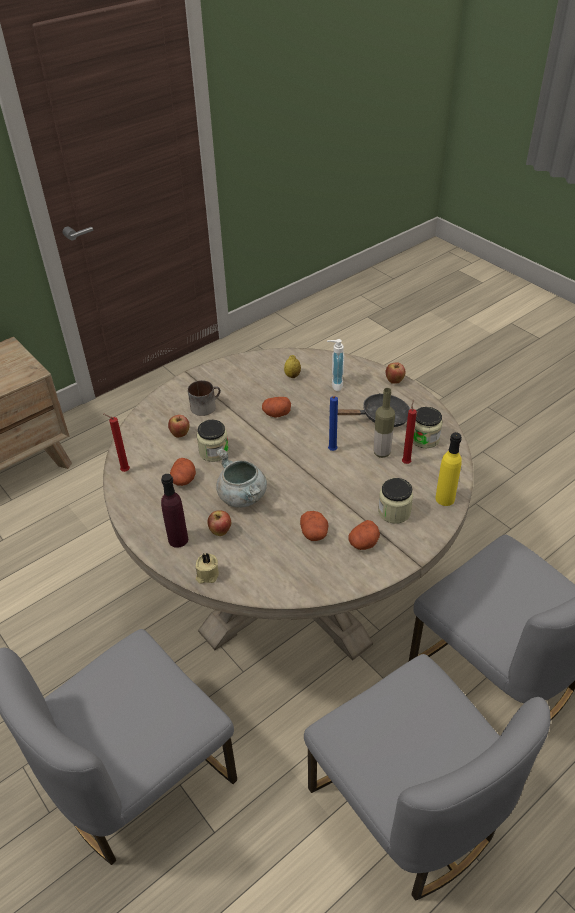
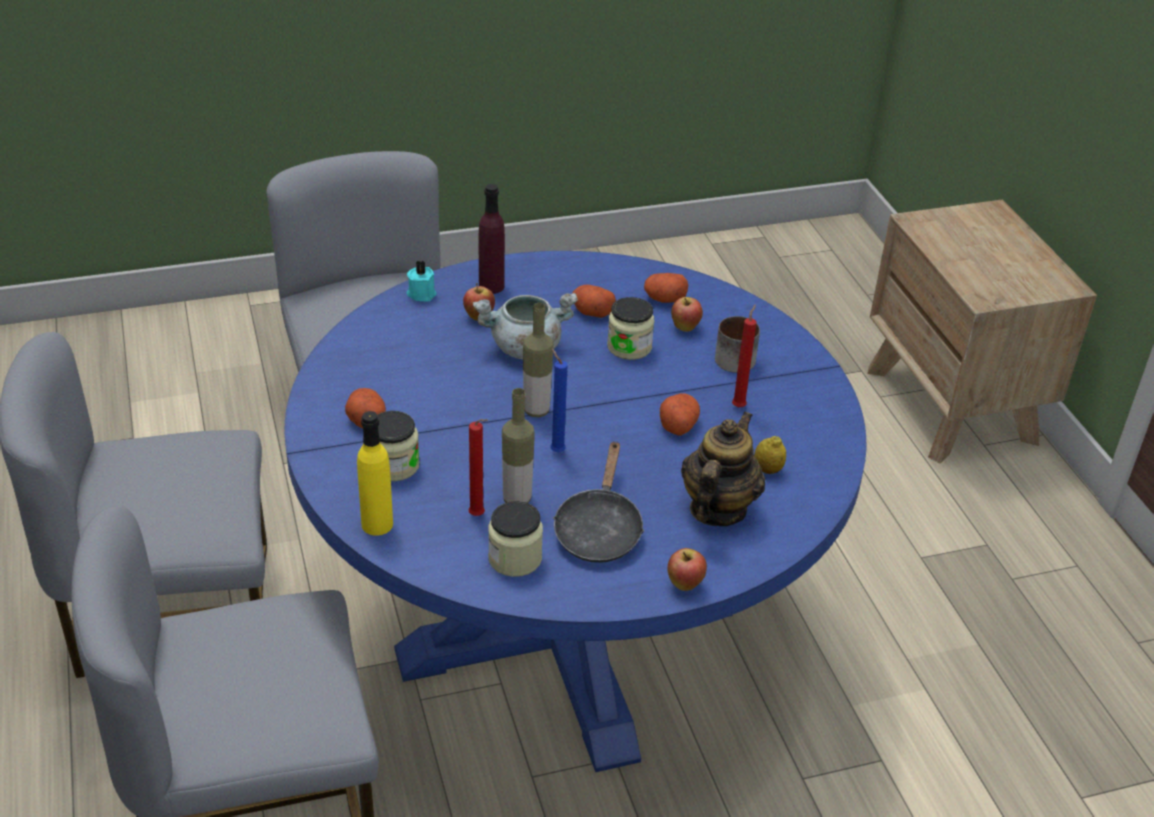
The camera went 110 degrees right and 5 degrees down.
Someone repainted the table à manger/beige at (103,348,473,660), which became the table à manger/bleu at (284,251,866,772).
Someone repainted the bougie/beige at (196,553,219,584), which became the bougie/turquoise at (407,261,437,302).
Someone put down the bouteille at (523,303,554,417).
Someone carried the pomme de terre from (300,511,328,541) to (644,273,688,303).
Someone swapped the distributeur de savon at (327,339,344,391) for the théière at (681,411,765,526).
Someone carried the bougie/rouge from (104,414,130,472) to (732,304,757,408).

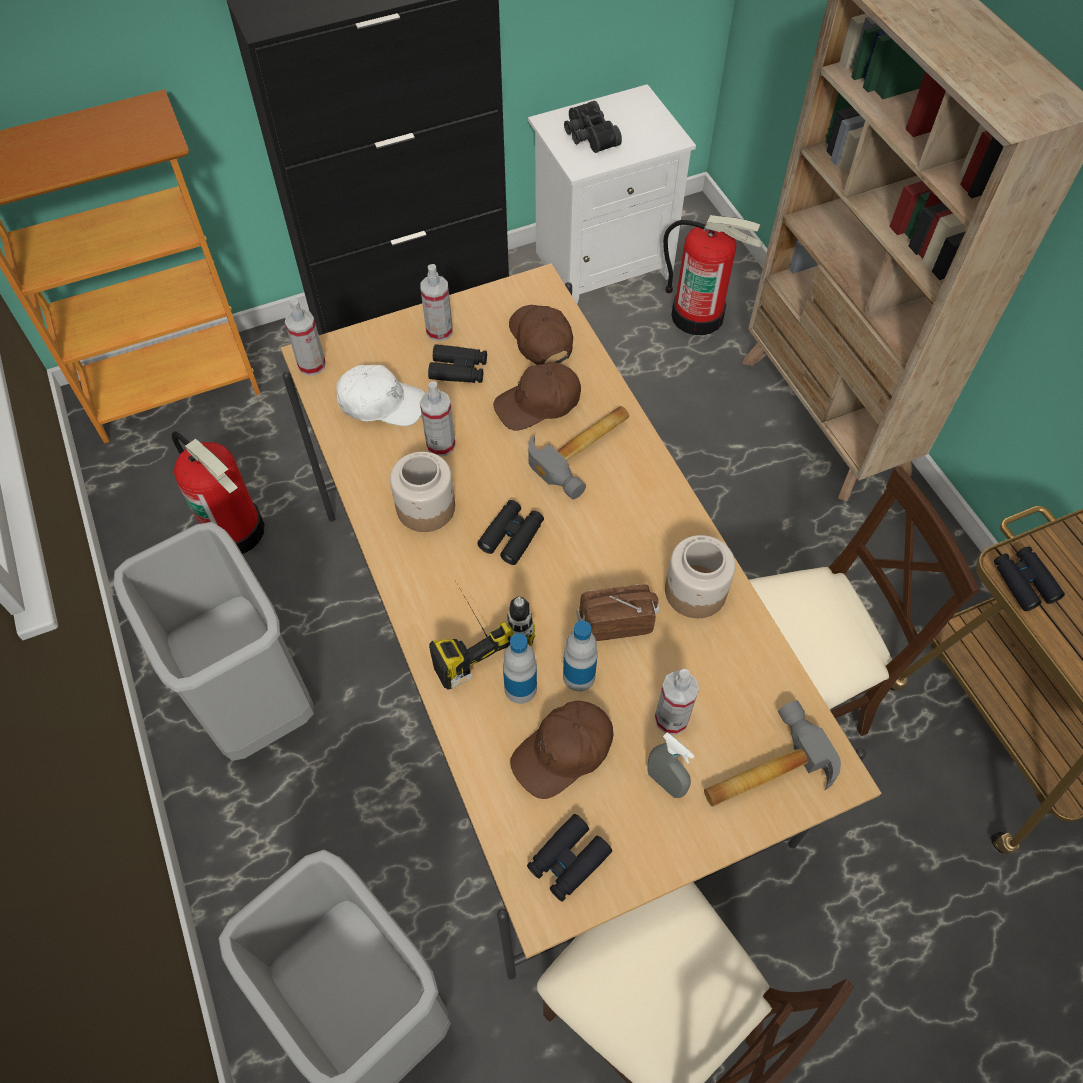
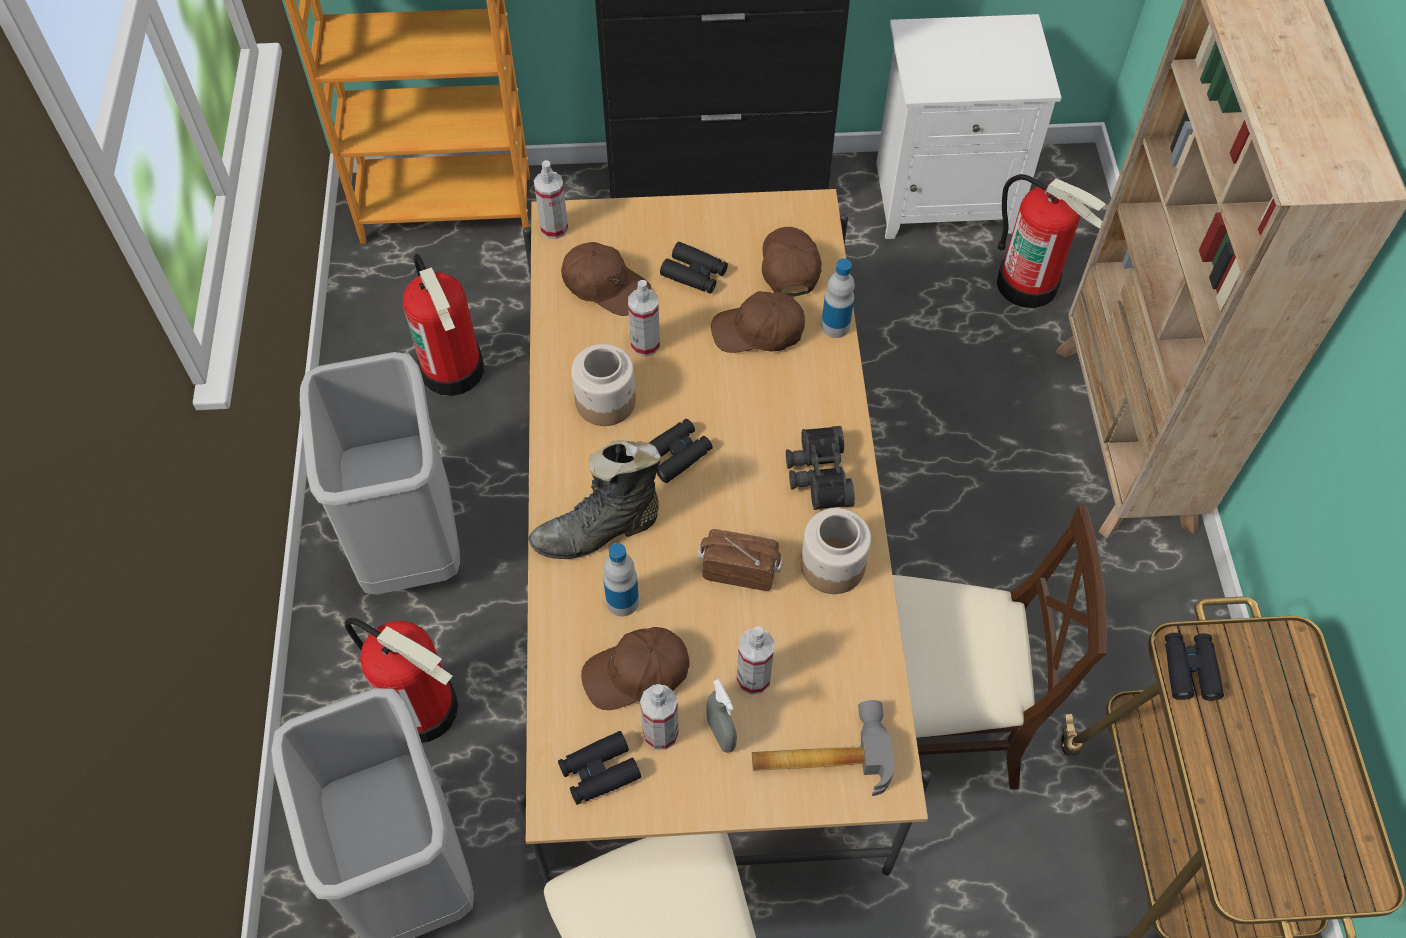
The camera went 20 degrees right and 0 degrees up.
Someone put down the extincteur at (344,618,458,743).
Someone swapped the perceuse at (429,582,535,690) for the botte/noir at (528,440,661,559).
Someone repainted the casquette/blanc at (336,365,426,426), which became the casquette/marron at (561,242,651,316).
Someone carried the vaporisateur from (420,264,453,341) to (640,684,679,750).
Someone carried the jumelles/noir from (564,101,622,153) to (786,426,855,510).
Someone carried the bouteille from (563,621,598,692) to (821,259,855,338).
Someone took away the marteau at (528,406,629,499).

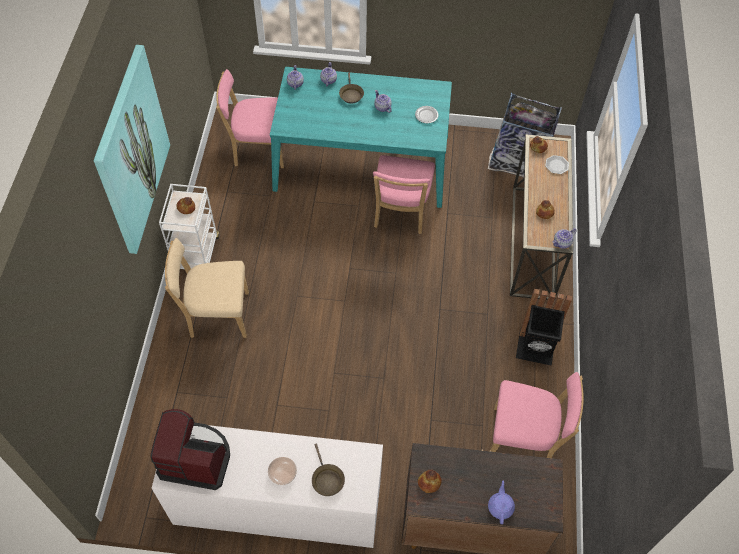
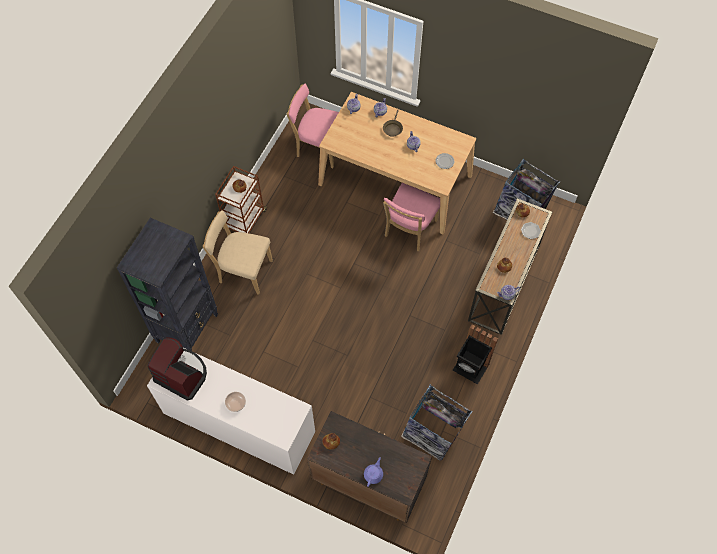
The camera went 20 degrees right and 5 degrees up.
Someone put down the bibliothèque/noir at (117,218,218,351).
Someone repainted the chariot/blanc at (159,184,220,269), which became the chariot/marron at (215,166,267,233).
Someone repainted the table à manger/turquoise at (270,67,452,208), which became the table à manger/beige at (318,92,476,235).
Someone swapped the chaise/rose at (490,372,584,458) for the poubelle at (401,384,472,461).
Someone took away the tableau at (93,45,170,254).
Someone took away the poêle/marron at (312,444,345,496).

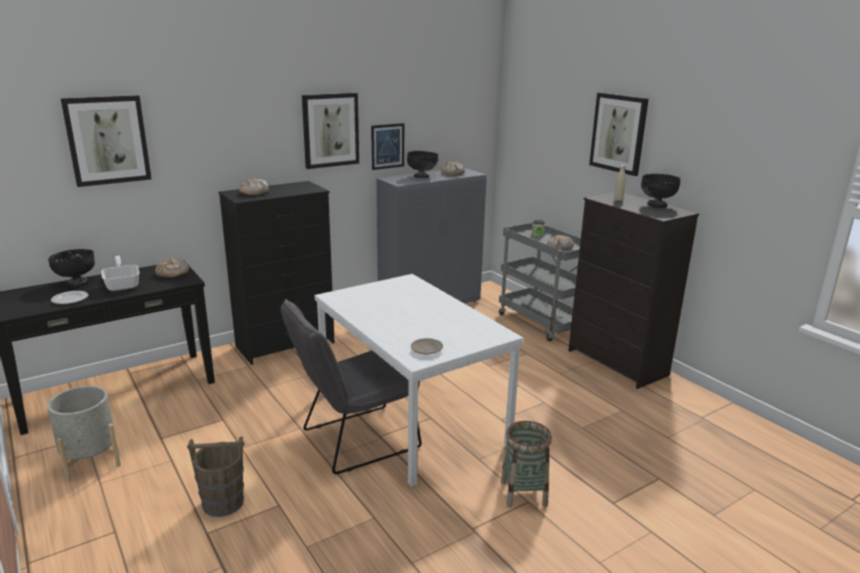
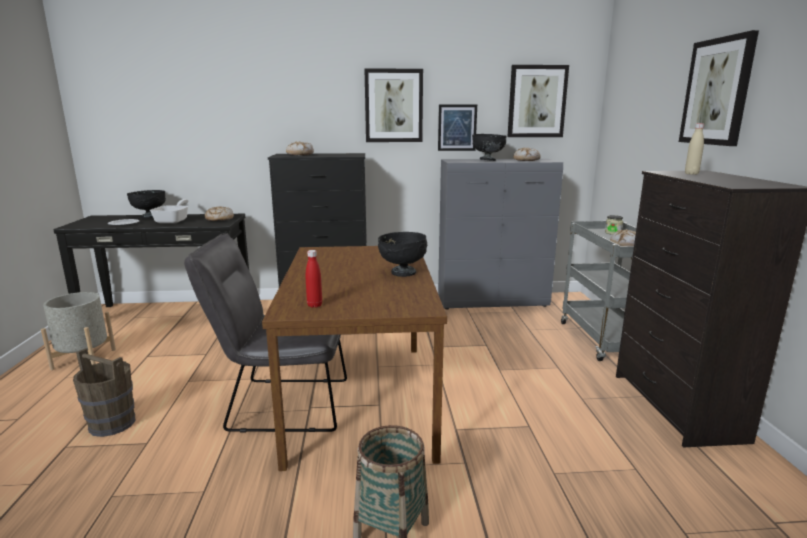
The camera went 30 degrees right and 5 degrees down.
Someone repainted the table à manger/blanc at (315,274,523,487), which became the table à manger/marron at (262,246,447,471).
Someone swapped the assiette/beige at (411,338,443,354) for the bouteille/rouge at (306,250,322,308).
Someone carried the bol/noir from (641,174,680,208) to (378,232,427,277).
Someone carried the tableau from (61,95,151,187) to (507,65,569,137).

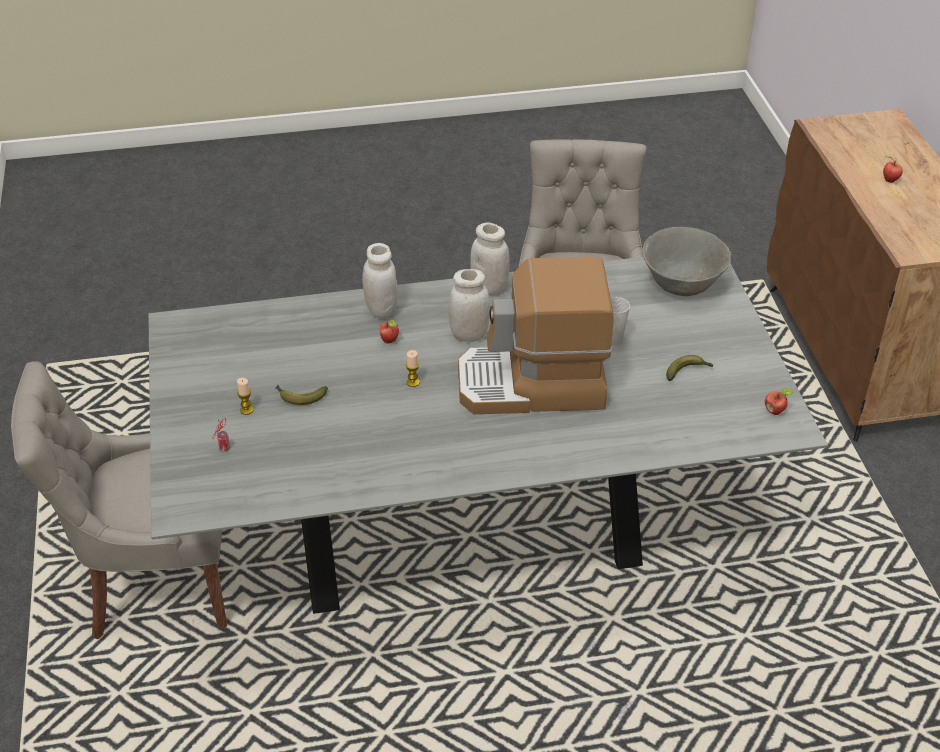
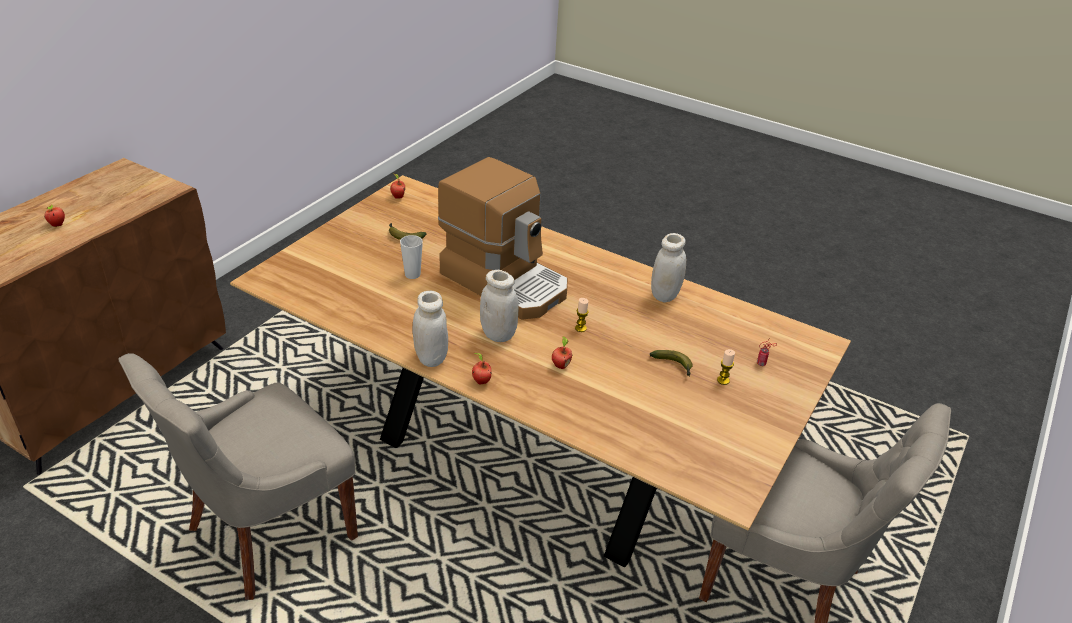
The camera went 140 degrees left and 5 degrees down.
Someone repainted the table à manger/gris at (148,257,828,614), which became the table à manger/marron at (230,175,851,567).
Someone put down the pomme at (472,353,492,384).
Someone carried the bocal/blanc from (363,243,398,319) to (651,233,686,303).
Someone took away the bol/gris at (642,227,731,296).

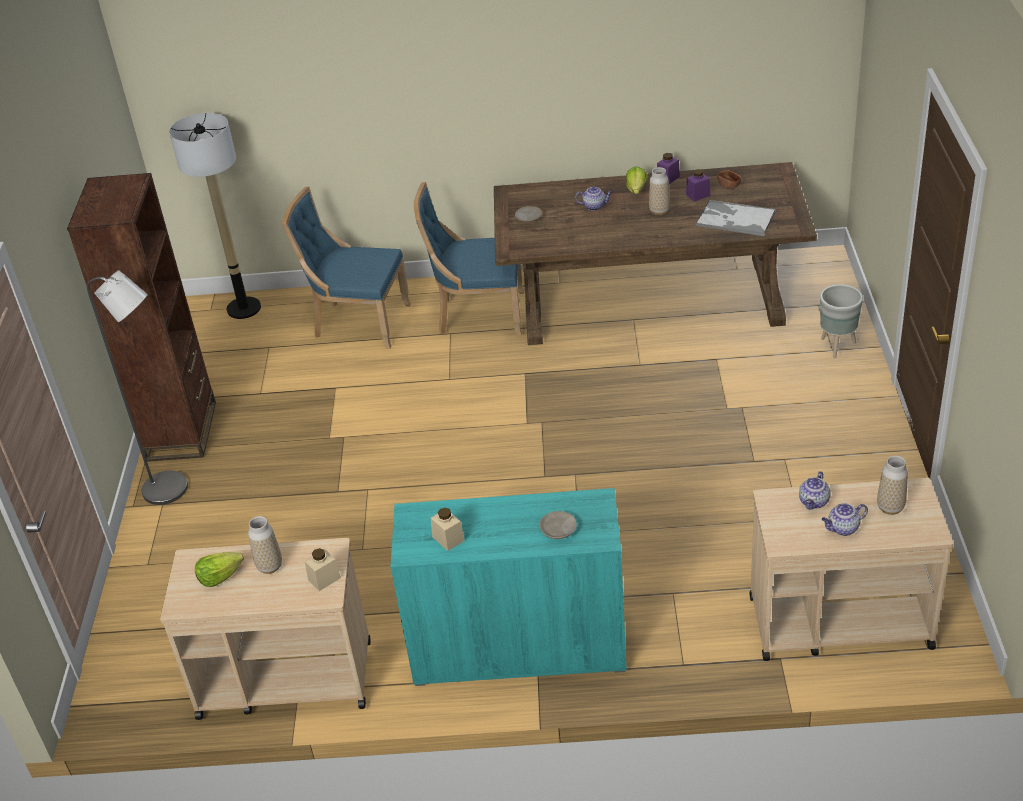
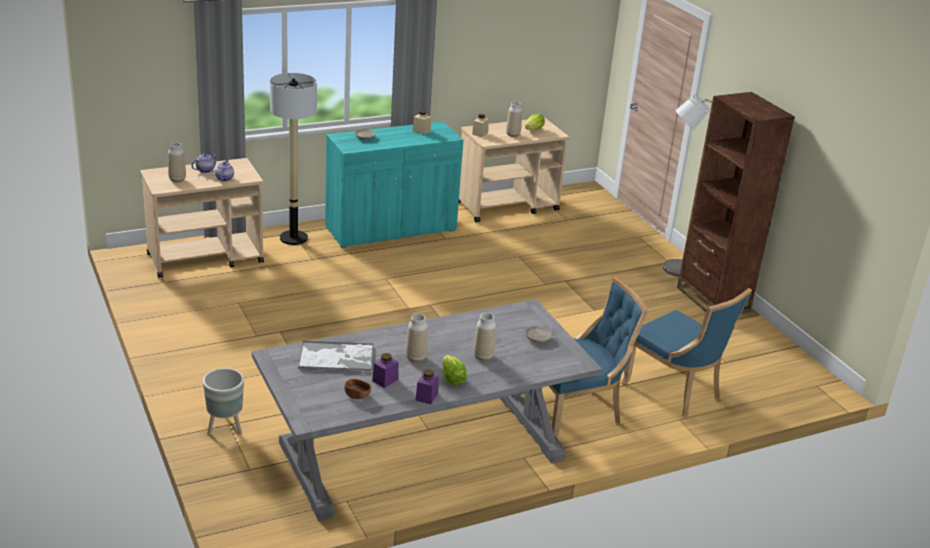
The camera went 150 degrees right and 10 degrees down.
Someone repainted the table à manger/marron at (494,162,817,345), which became the table à manger/gris at (252,299,602,521).
Someone carried the lampadaire from (169,113,261,319) to (270,73,317,245).
Someone swapped the théière at (575,187,613,211) for the vase at (473,313,496,361).
Someone rotated the chaise/bleu at (282,187,411,349) by 60 degrees clockwise.

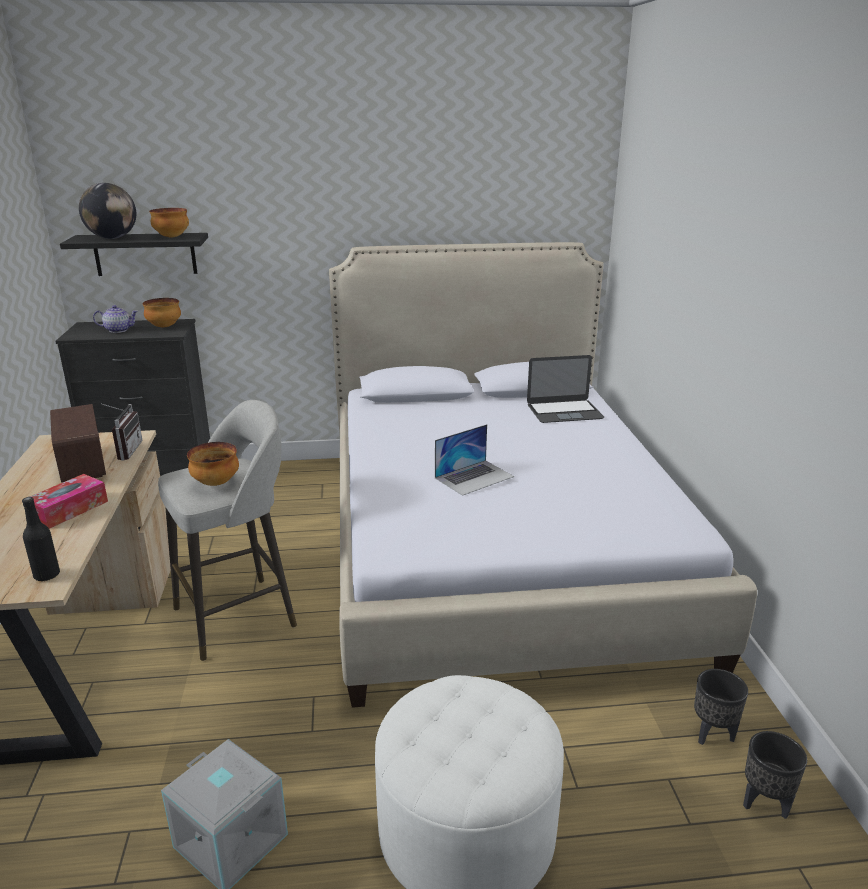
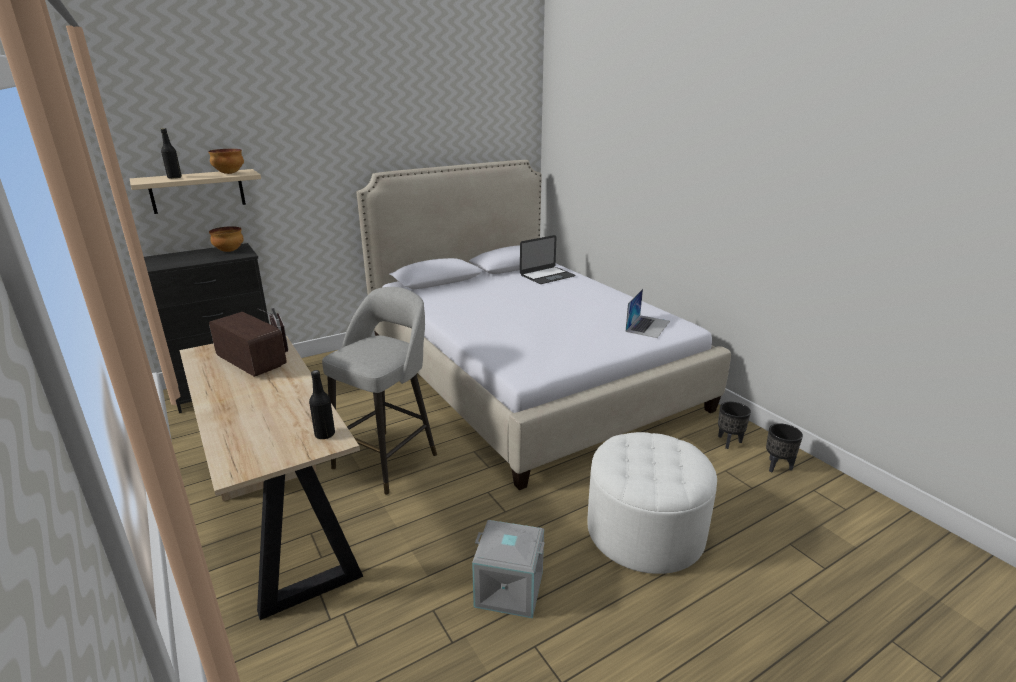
The camera went 25 degrees left and 0 degrees up.
Someone repainted the étagère/noir at (60,233,208,276), which became the étagère/beige at (130,169,261,214).
Someone swapped the globe at (79,183,136,239) for the bouteille/noir at (160,128,182,179).
Someone carried the ordinateur portable from (435,424,514,496) to (625,289,670,338).
Someone took away the boîte à mouchoirs at (30,474,108,529).
Someone took away the théière at (93,305,138,333).
Someone took away the bol at (187,442,239,486).

